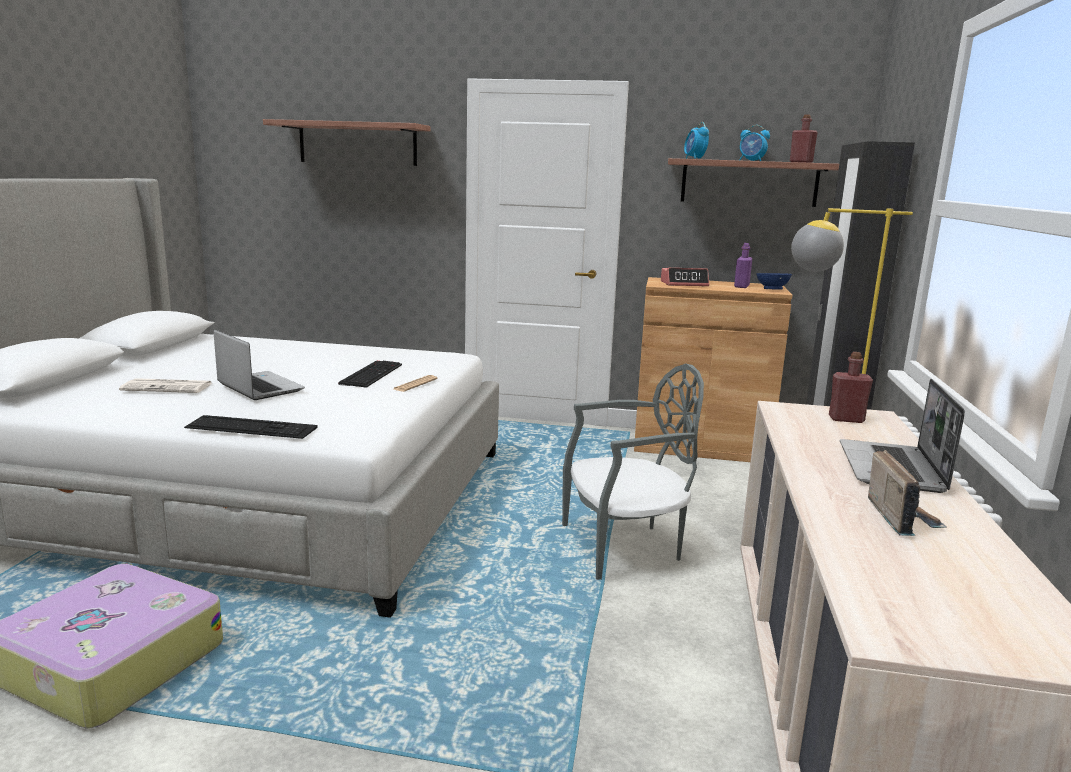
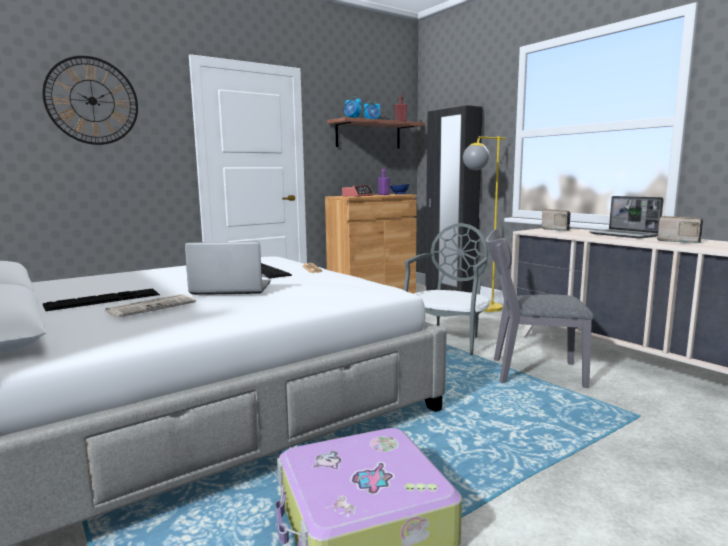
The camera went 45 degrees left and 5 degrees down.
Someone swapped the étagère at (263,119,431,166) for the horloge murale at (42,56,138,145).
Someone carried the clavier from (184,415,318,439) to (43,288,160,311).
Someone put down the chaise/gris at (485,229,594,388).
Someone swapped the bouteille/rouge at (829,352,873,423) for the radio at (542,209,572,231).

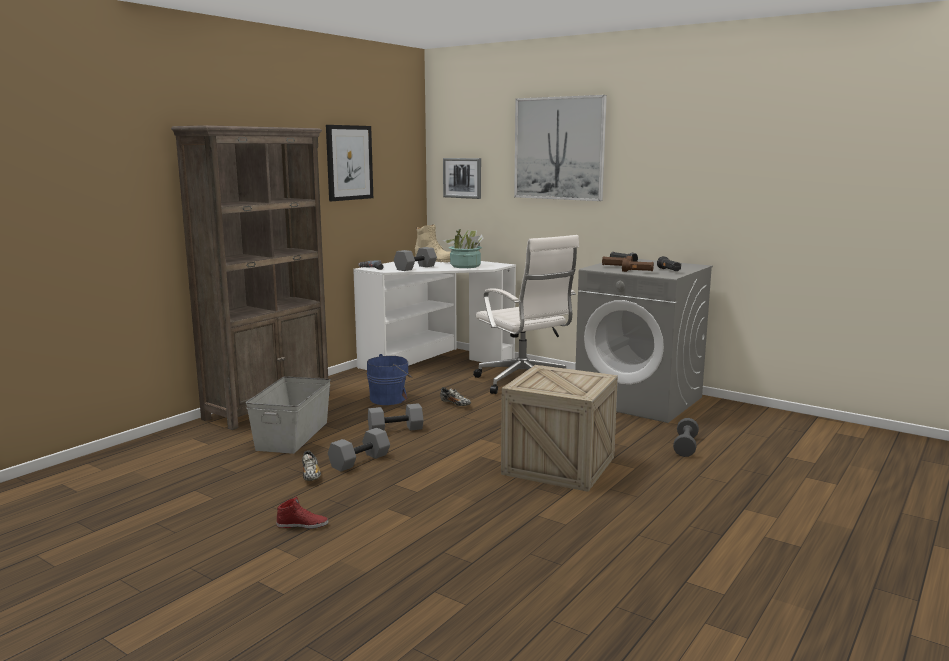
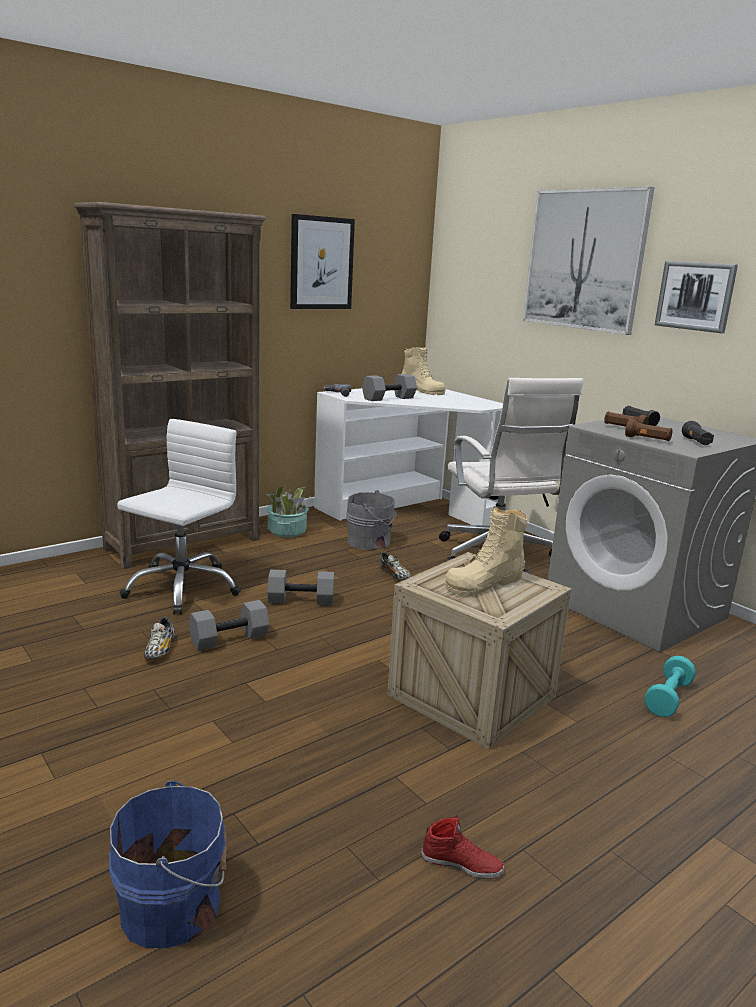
The camera went 15 degrees right and 5 degrees up.
Someone carried the seau/bleu from (366,354,412,405) to (109,780,227,948).
Someone swapped the boîte de rangement/gris at (246,376,331,454) for the chaise de bureau/blanc at (117,419,241,615).
Someone carried the plante en pot from (443,229,483,268) to (266,486,312,538).
Someone put down the seau/gris at (346,490,397,550).
Someone carried the chaussure/rouge from (276,496,329,529) to (421,815,504,879).
Someone put down the botte/beige at (445,506,527,596).
Someone repainted the haltère/gris at (673,418,699,457), which became the haltère/turquoise at (645,656,696,717).
Someone carried the tableau from (443,158,481,199) to (655,261,738,333).

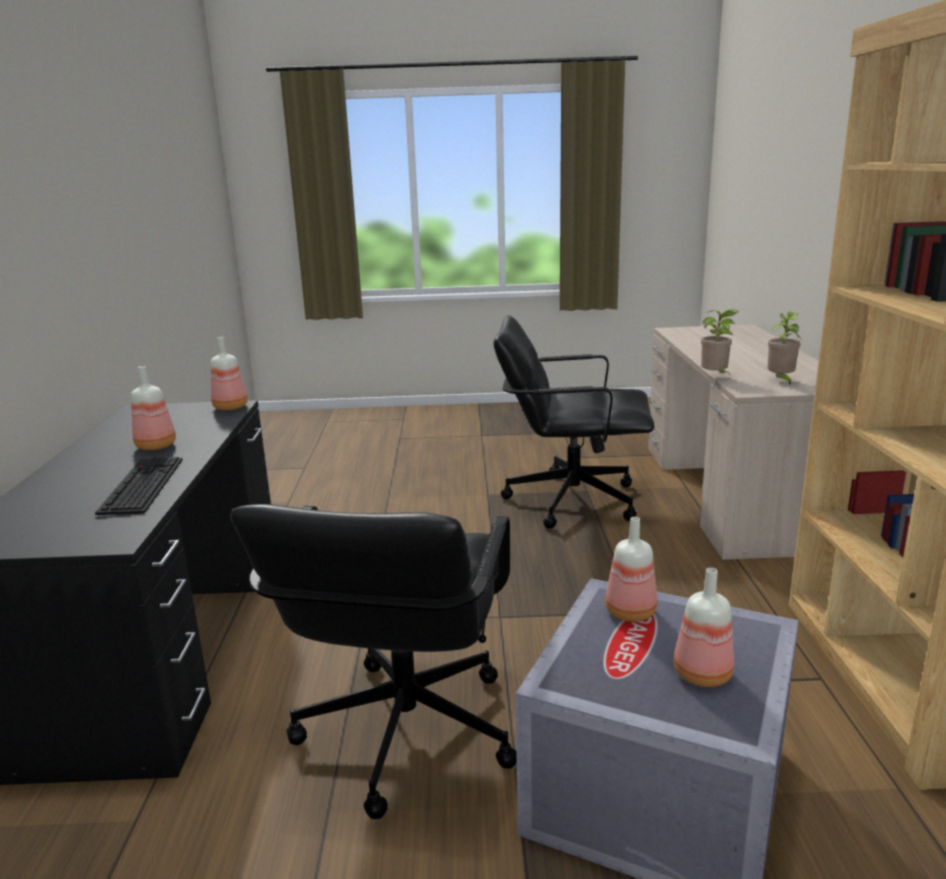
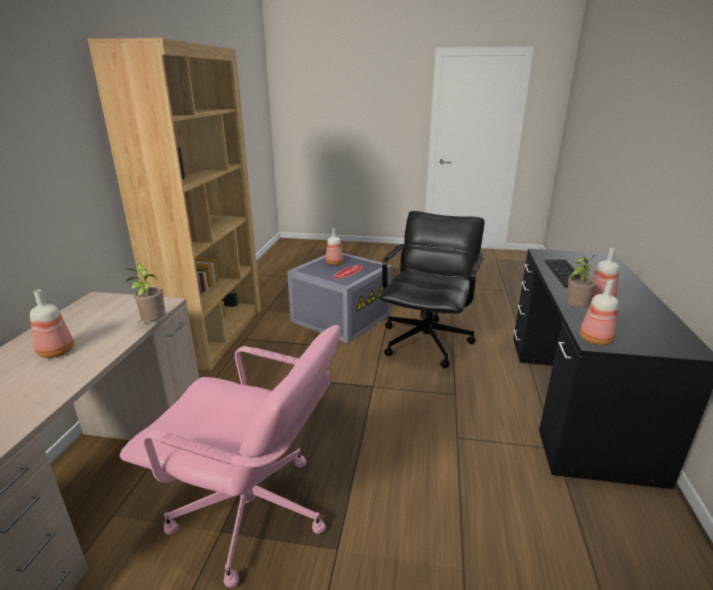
The camera went 170 degrees left and 5 degrees up.
Someone carried the bouteille from (605,517,657,622) to (30,289,74,358).
Someone repainted the chaise de bureau/noir at (493,315,655,529), which became the chaise de bureau/rose at (120,325,340,587).
Someone carried the plante en pot from (767,311,801,386) to (566,253,597,308).

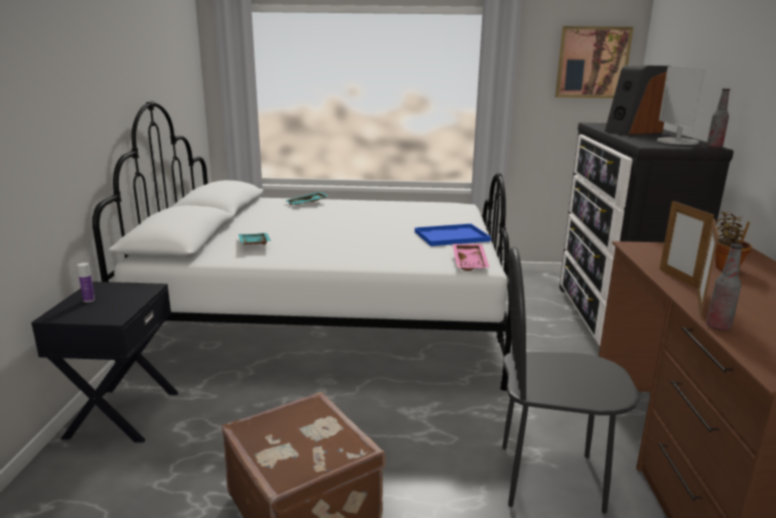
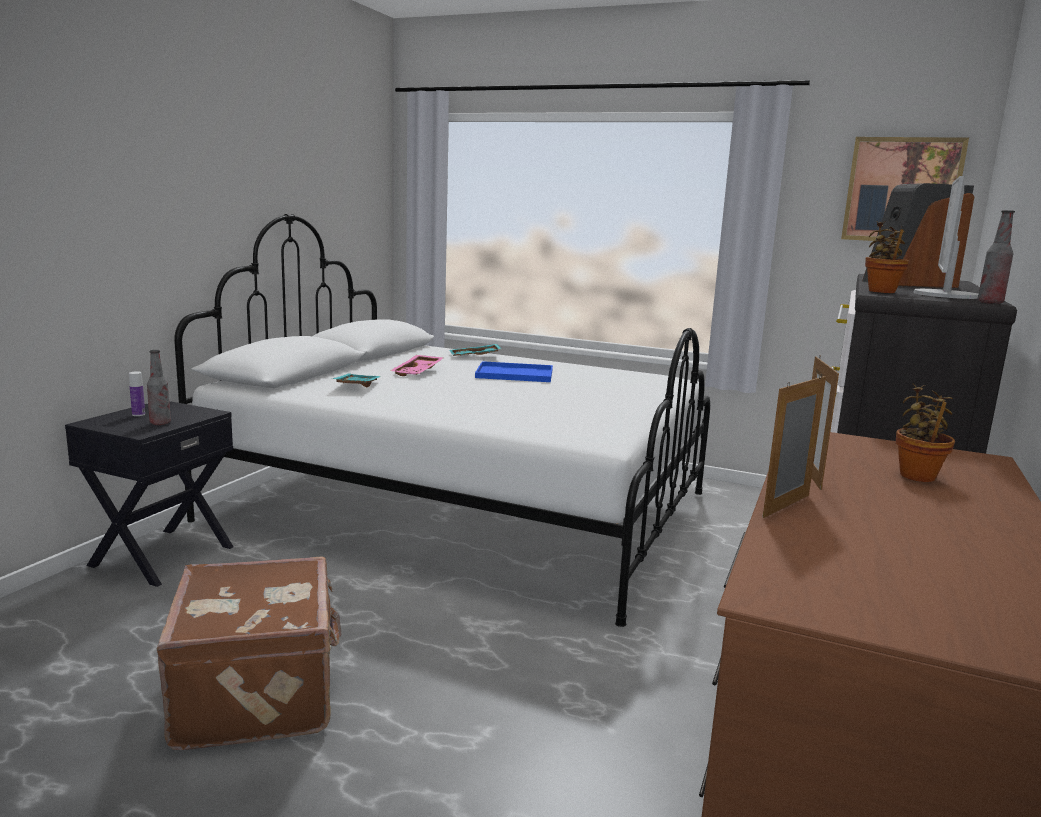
The camera went 20 degrees right and 5 degrees down.
Someone carried the bouteille from (706,243,744,331) to (147,350,171,425).
Someone carried the plateau/rose from (452,244,489,271) to (390,355,443,376).
Someone carried the plateau/bleu from (415,224,491,246) to (475,361,553,382).
Someone put down the plante en pot at (865,221,909,293).
Someone took away the chaise/noir at (502,247,640,514).

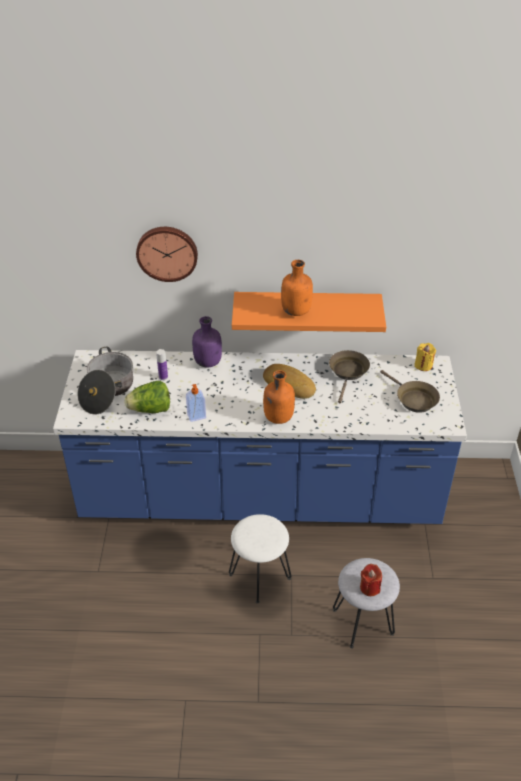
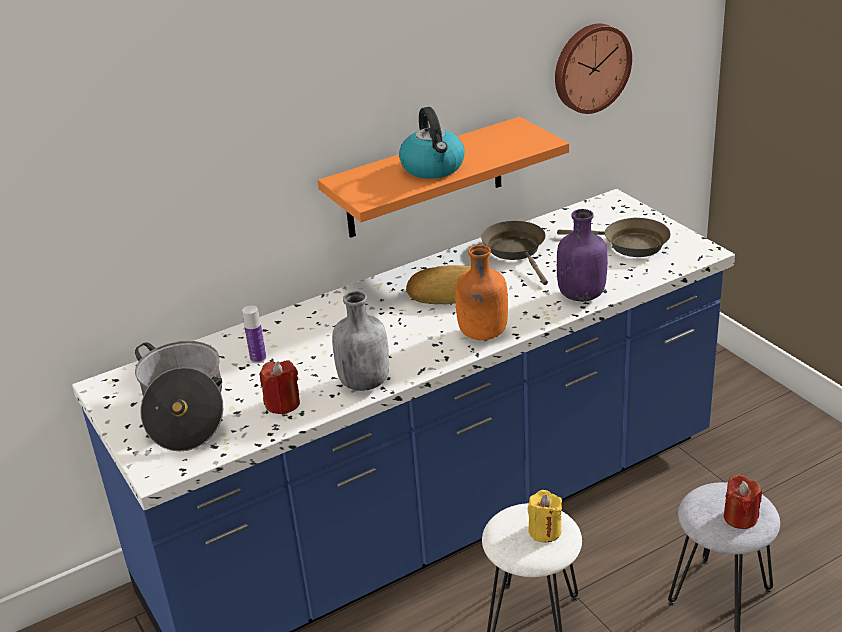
The camera went 30 degrees left and 10 degrees down.
Someone swapped the laitue at (125,381,170,413) for the bougie/rouge at (260,360,300,415).
Someone swapped the distributeur de savon at (186,384,206,422) for the bouteille/gris at (332,291,389,391).
Someone swapped the bouteille/orange at (281,260,313,316) for the bouilloire at (399,107,465,179).
Someone carried the bougie/jaune from (414,343,436,371) to (527,490,562,543).
Someone carried the horloge murale from (136,227,198,282) to (555,23,632,114).
Someone carried the bouteille/violet from (192,316,222,368) to (557,209,607,301).

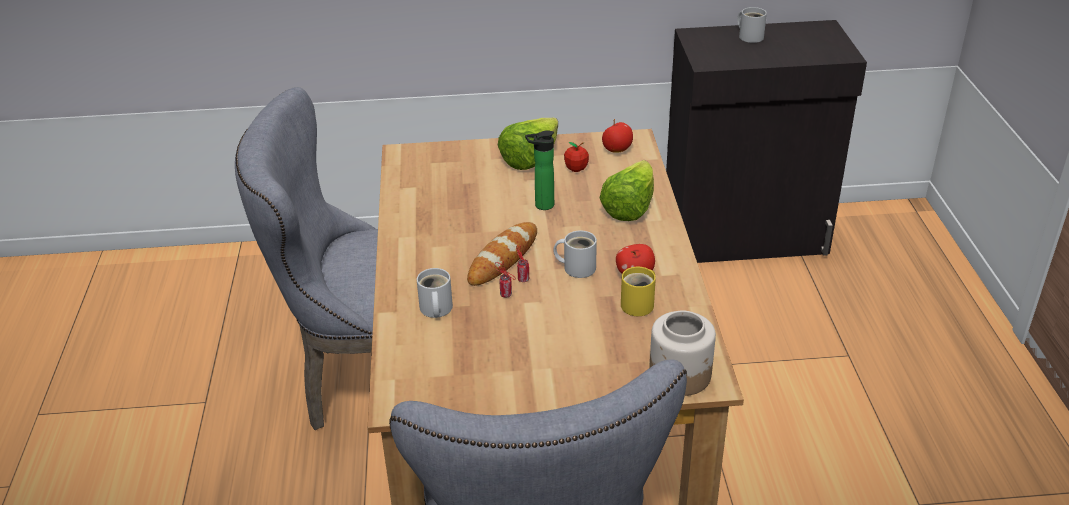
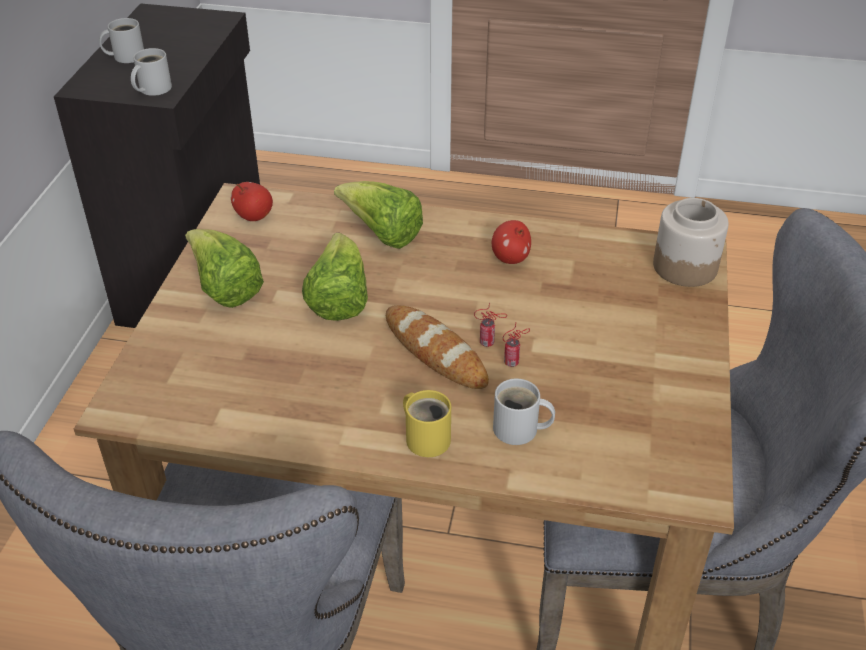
The camera went 75 degrees left and 5 degrees up.
Someone carried the mug/blanc from (553,231,597,278) to (131,48,172,96).
Someone swapped the bouteille at (525,130,554,210) for the laitue at (302,233,368,321).
Someone carried the mug/jaune from (621,267,656,316) to (403,390,451,457).
Someone took away the pomme at (564,142,589,172).

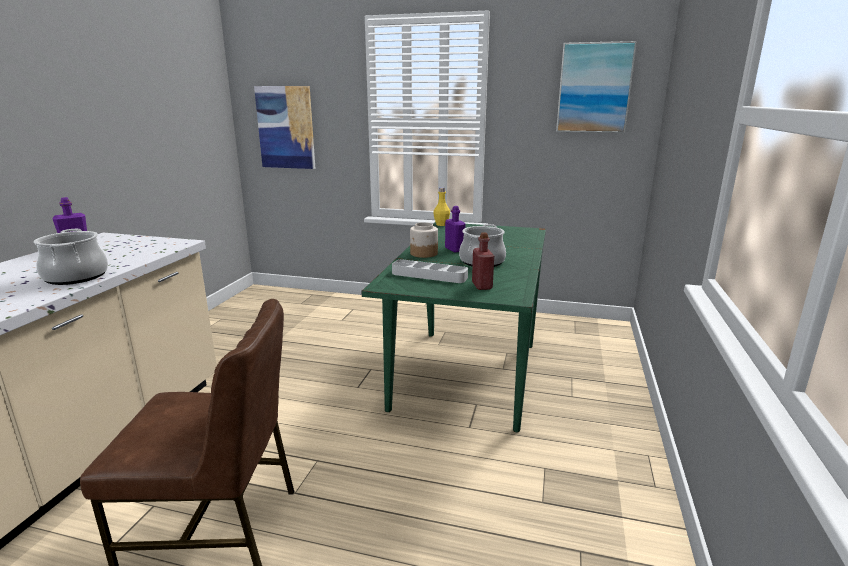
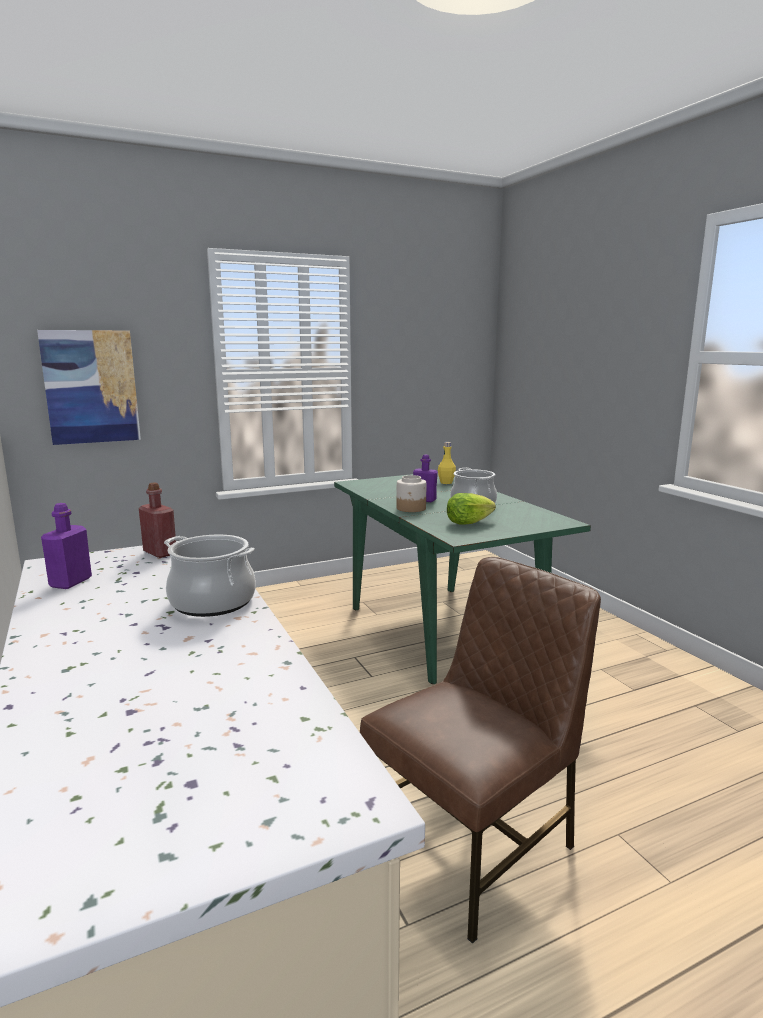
The camera went 40 degrees left and 5 degrees down.
Someone carried the bouteille/rouge from (472,232,494,290) to (139,483,176,558).
Someone carried the bouteille/jaune from (433,187,450,226) to (438,442,456,484).
Someone swapped the plateau/gris at (392,259,468,283) for the laitue at (447,493,496,525).
Someone took away the tableau at (556,41,637,133).

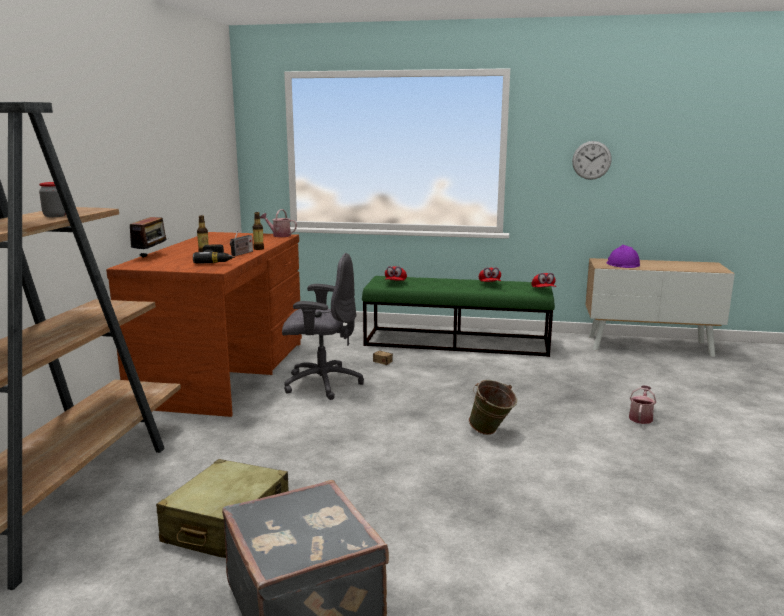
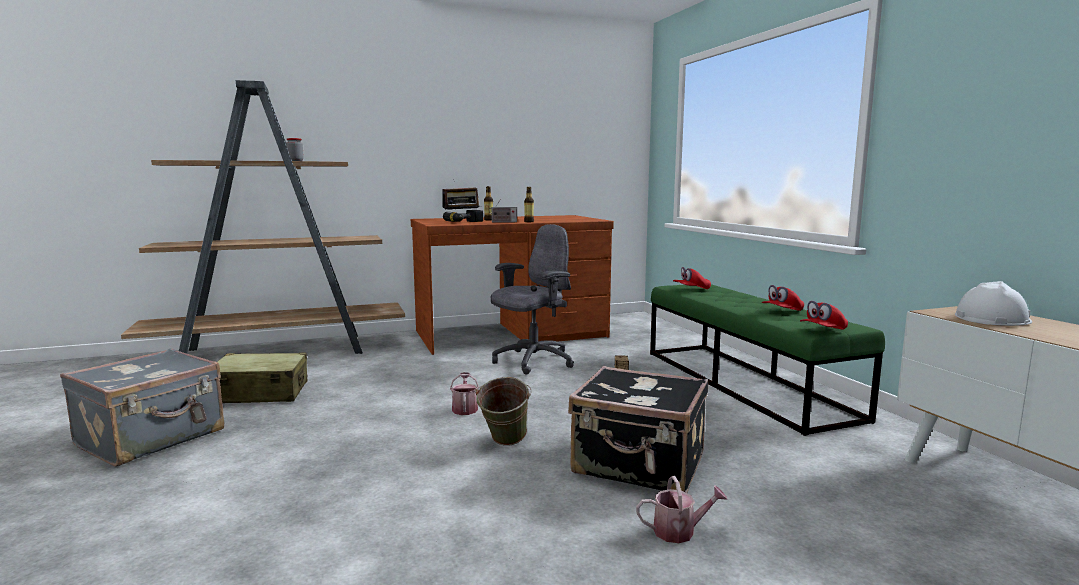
The camera went 60 degrees right and 5 degrees down.
Someone carried the arrosoir from (260,209,297,237) to (450,372,479,415).
Someone rotated the chaise de bureau/gris at (282,253,364,400) by 105 degrees counterclockwise.
Someone put down the valise/noir at (568,366,708,493).
Someone repainted the casque de chantier/violet at (606,245,640,268), which became the casque de chantier/blanc at (955,281,1032,326).
Someone took away the horloge murale at (572,141,612,180).

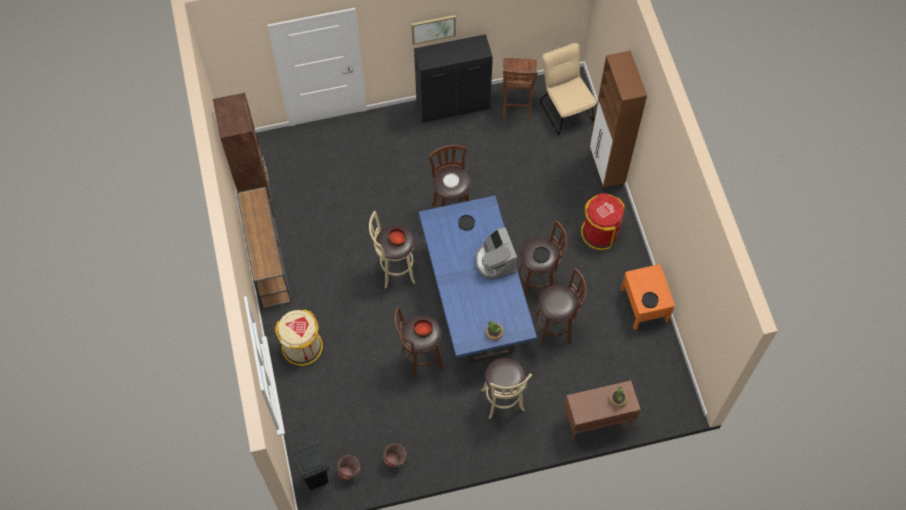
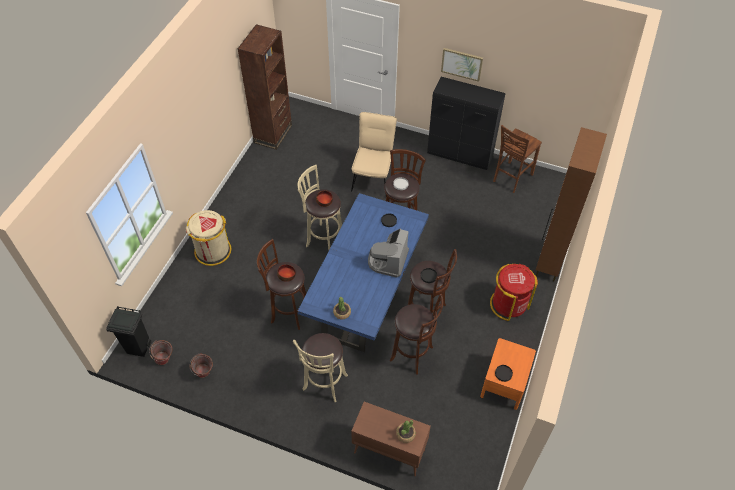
The camera went 35 degrees right and 10 degrees down.
Someone carried the chaise/beige from (540,43,596,135) to (351,112,397,196).
Someone took away the table console/marron at (236,186,292,309).

